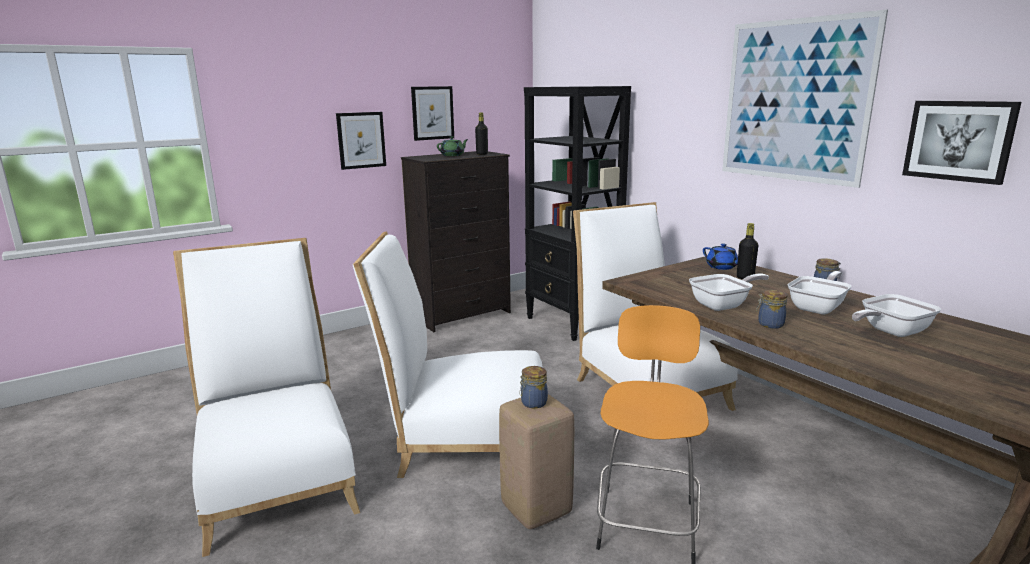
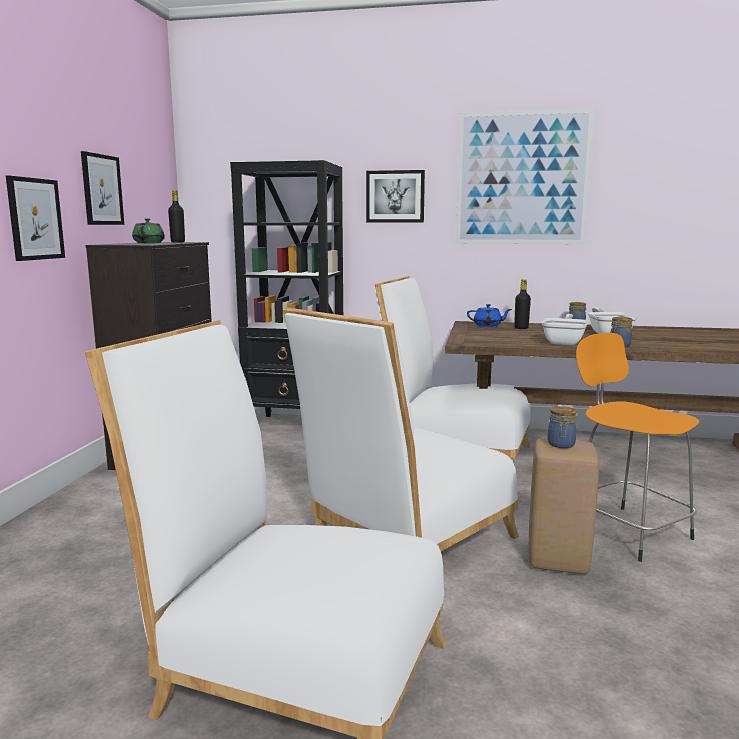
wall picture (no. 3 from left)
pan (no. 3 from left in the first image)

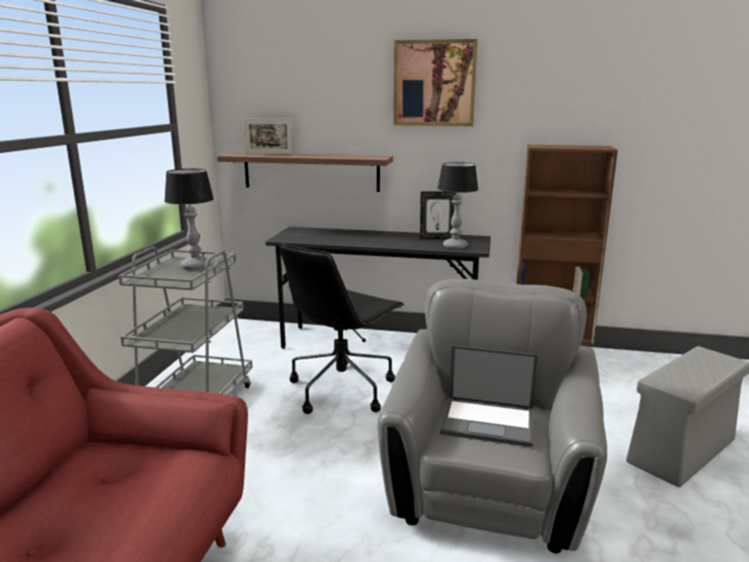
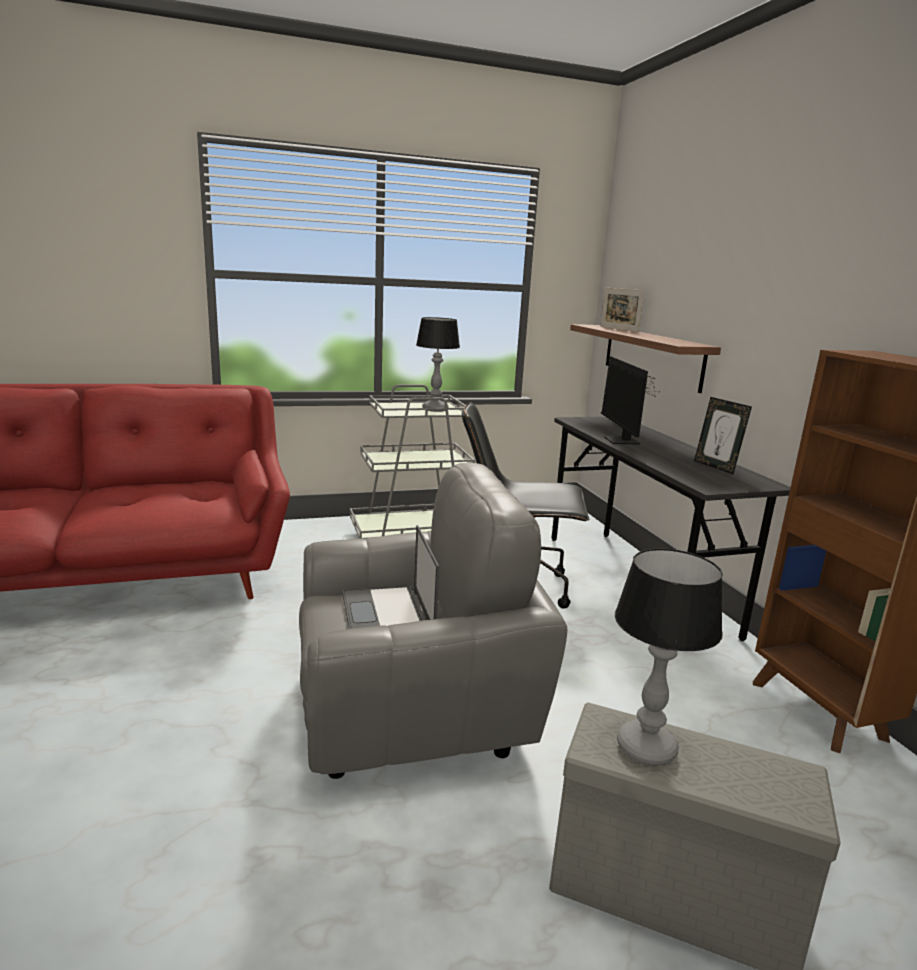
computer display
table lamp (no. 2 from left)
wall picture

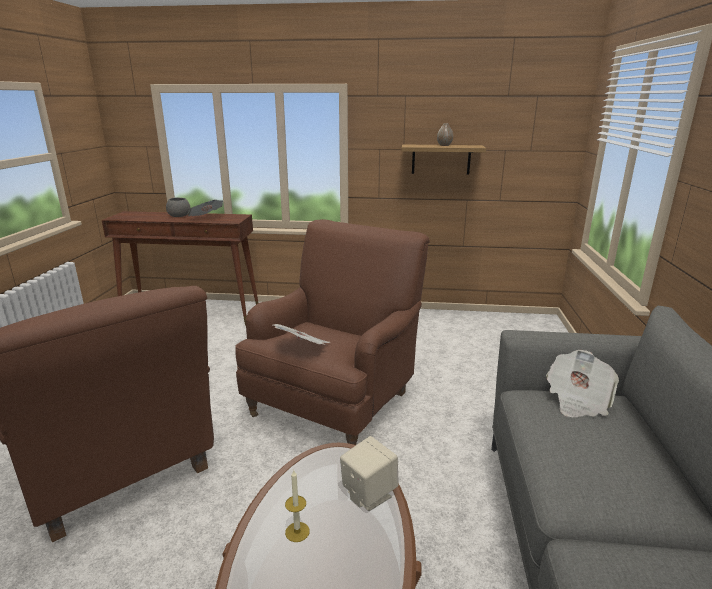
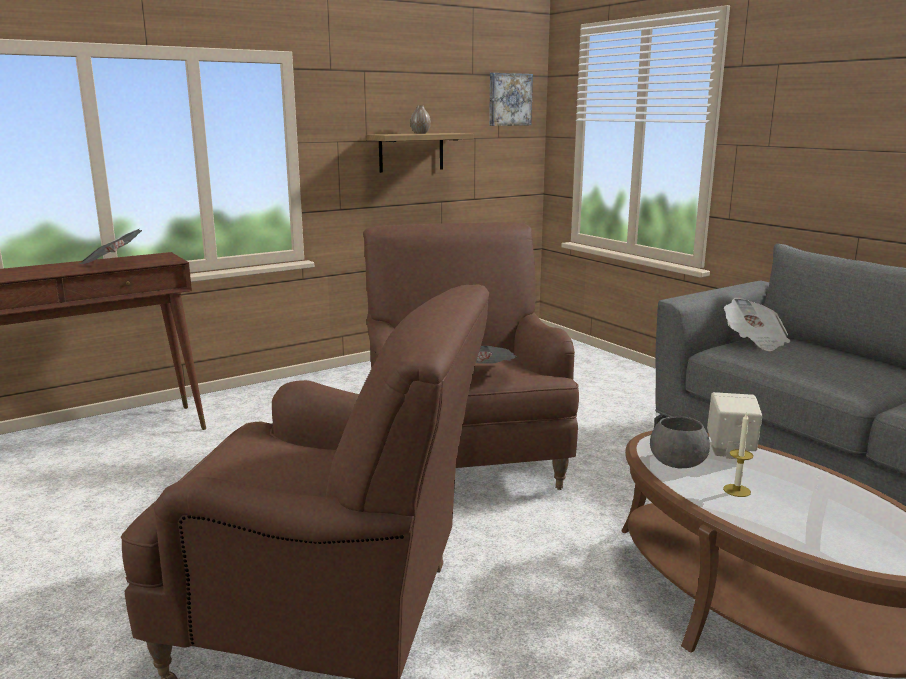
wall picture
greyish serving bowl

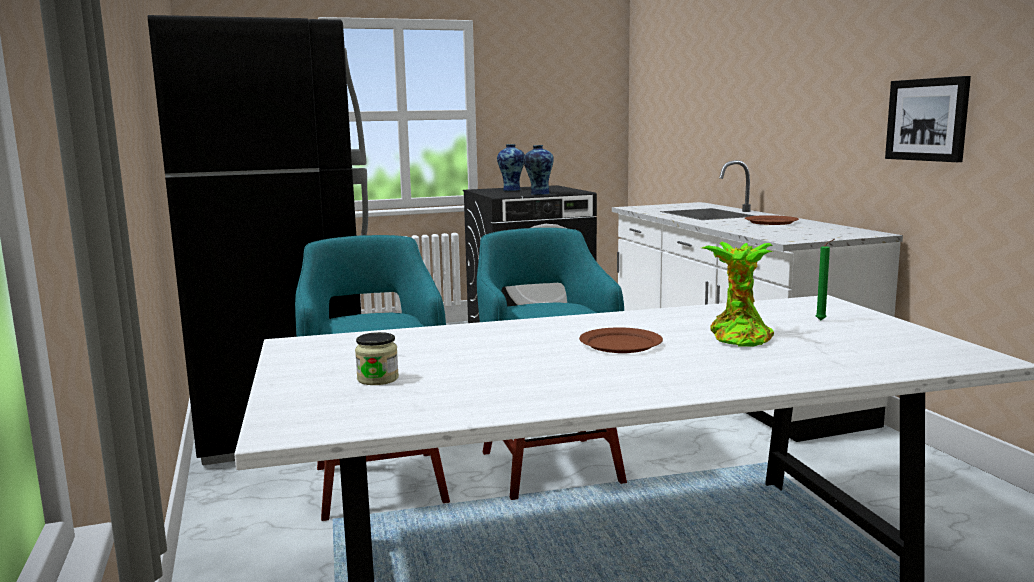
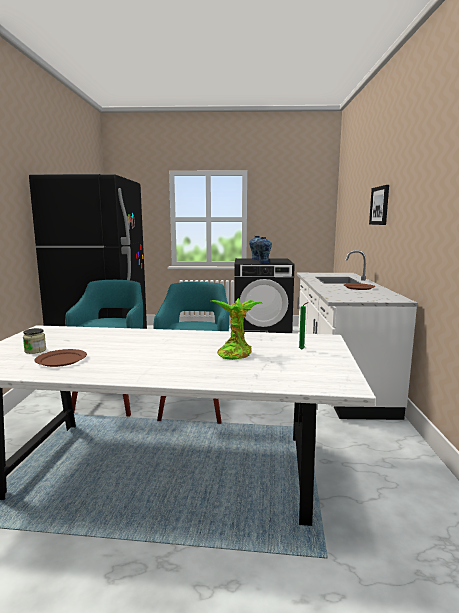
brown-coloured plate (no. 1 from left)
wall picture

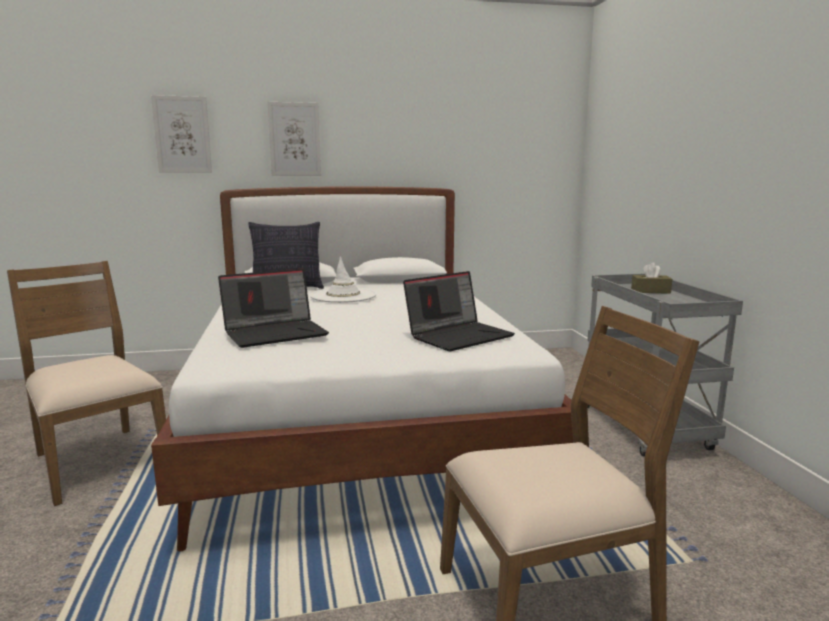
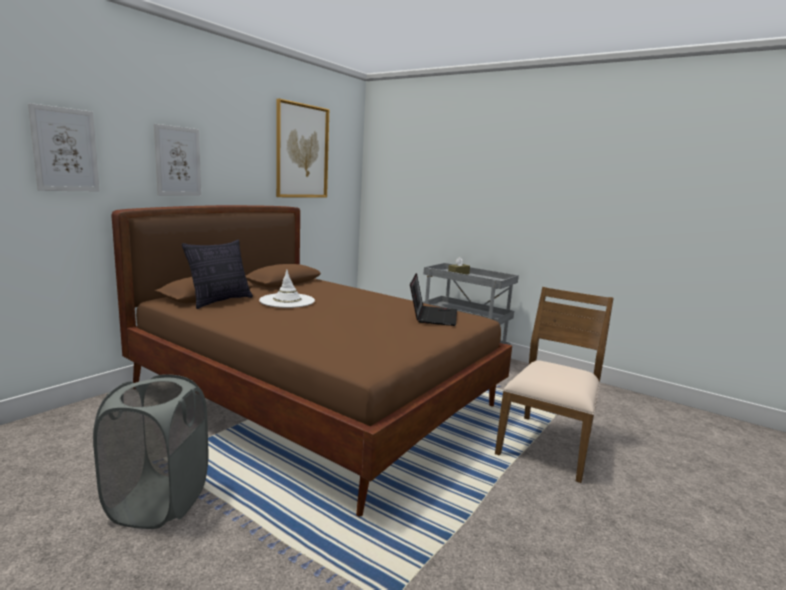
greyish hamper
brown-coloured bedroom bed
wall picture (no. 3 from left)
portable computer (no. 1 from left in the first image)

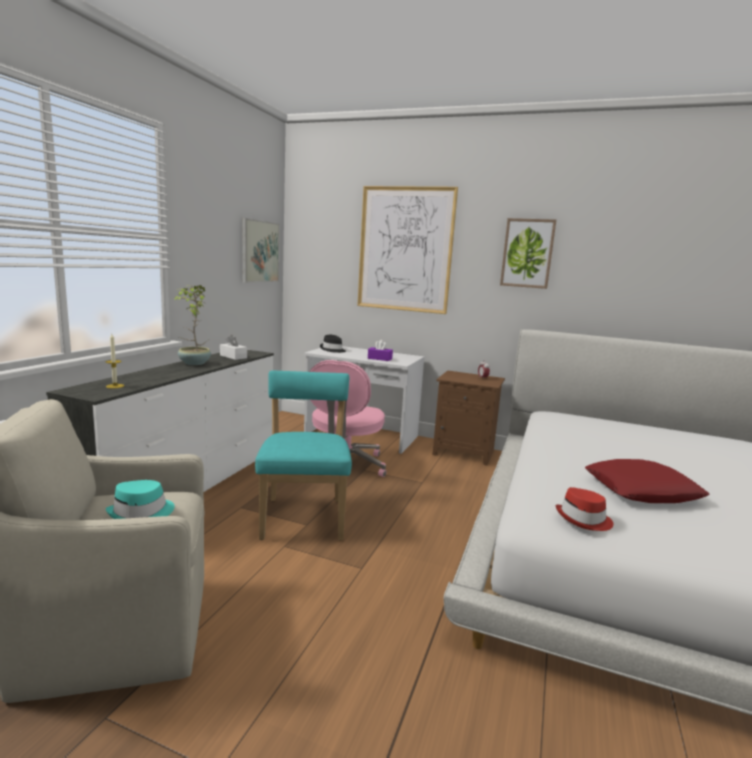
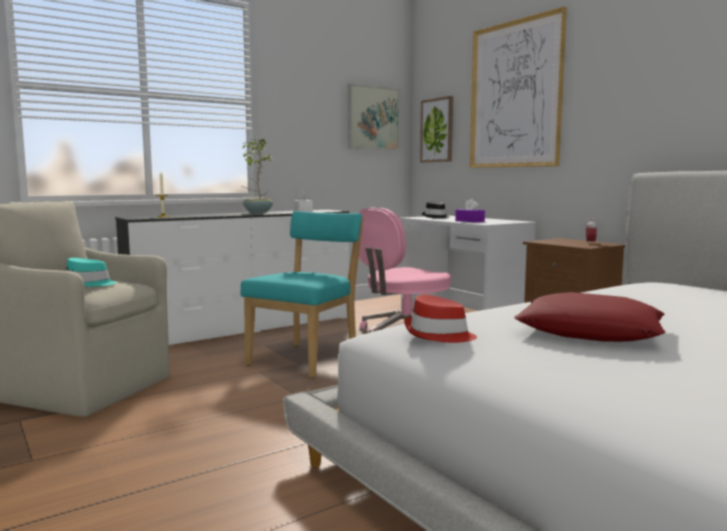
wall picture (no. 2 from left)

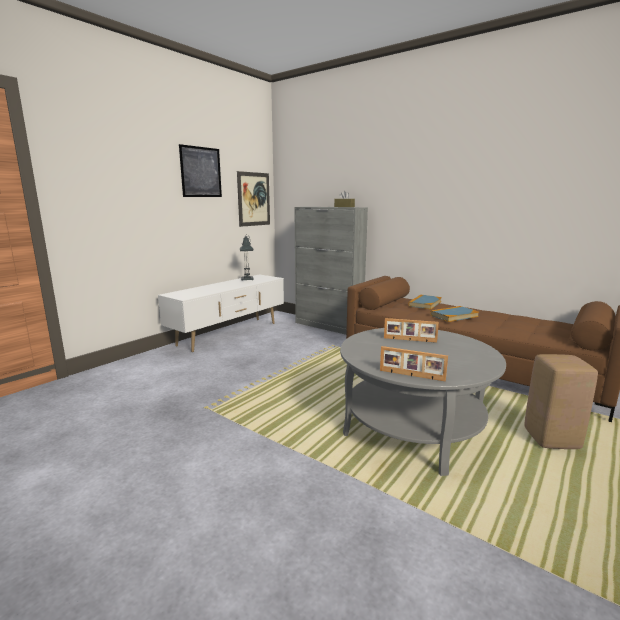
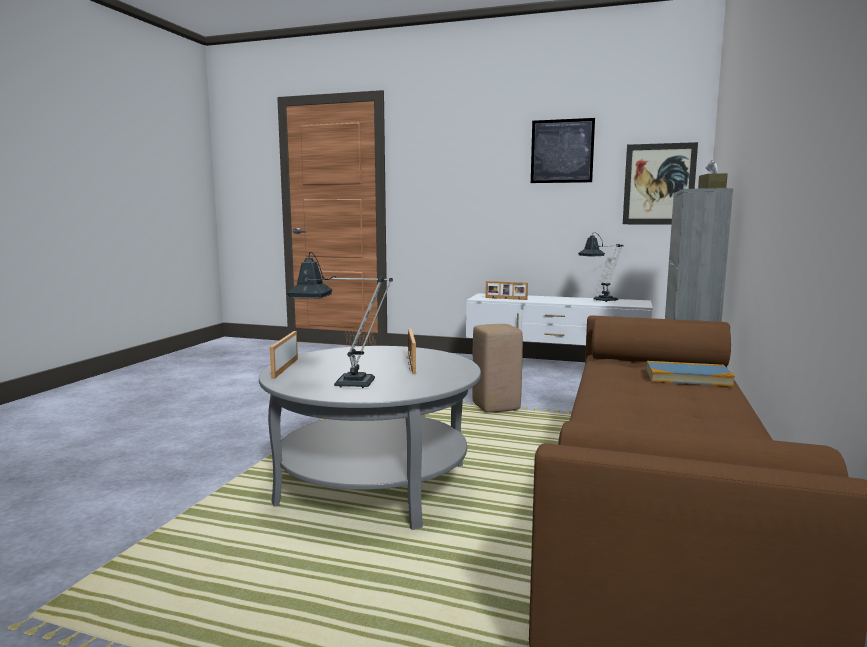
table lamp (no. 1 from left)
sand-coloured stool seat
photo frame (no. 3 from left)
bound book (no. 2 from left in the first image)

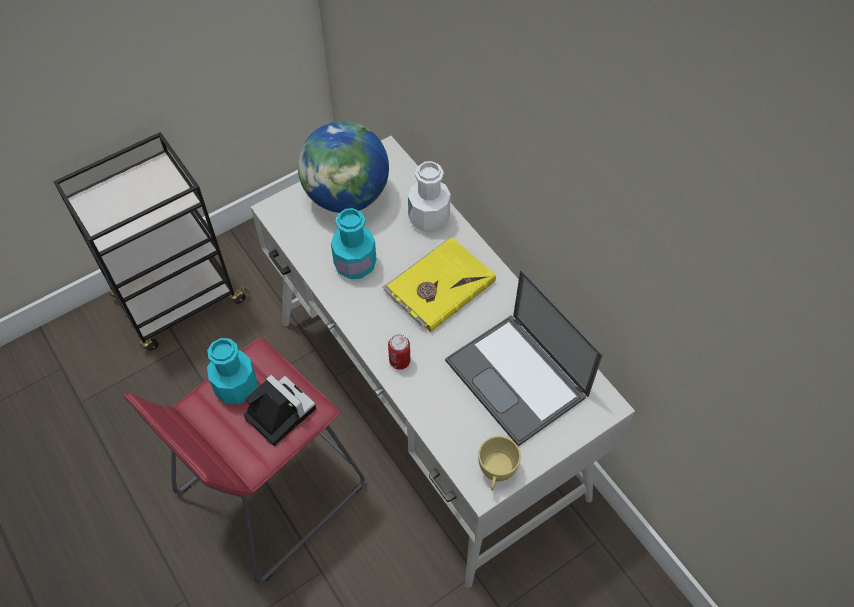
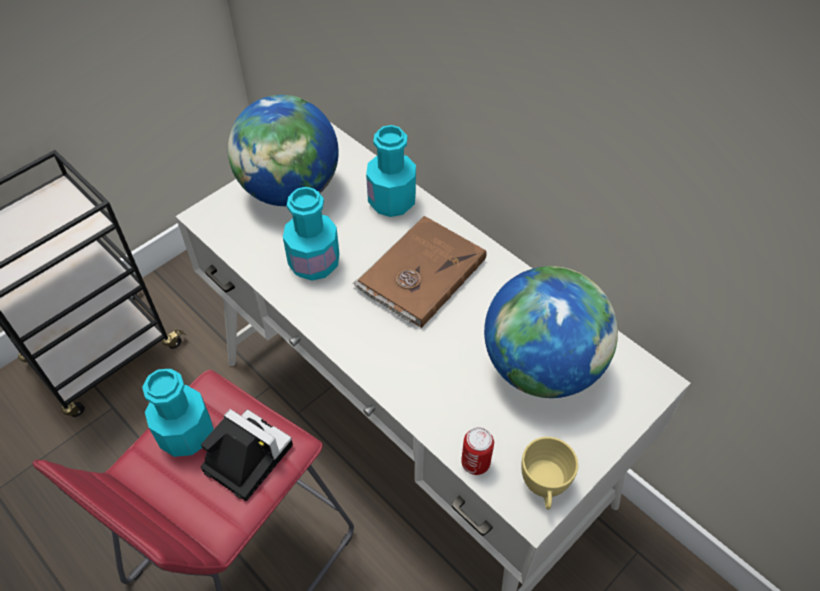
brown-coloured bound book
turquoise-coloured beverage bottle (no. 3 from left)
metal can
desk globe (no. 2 from left)

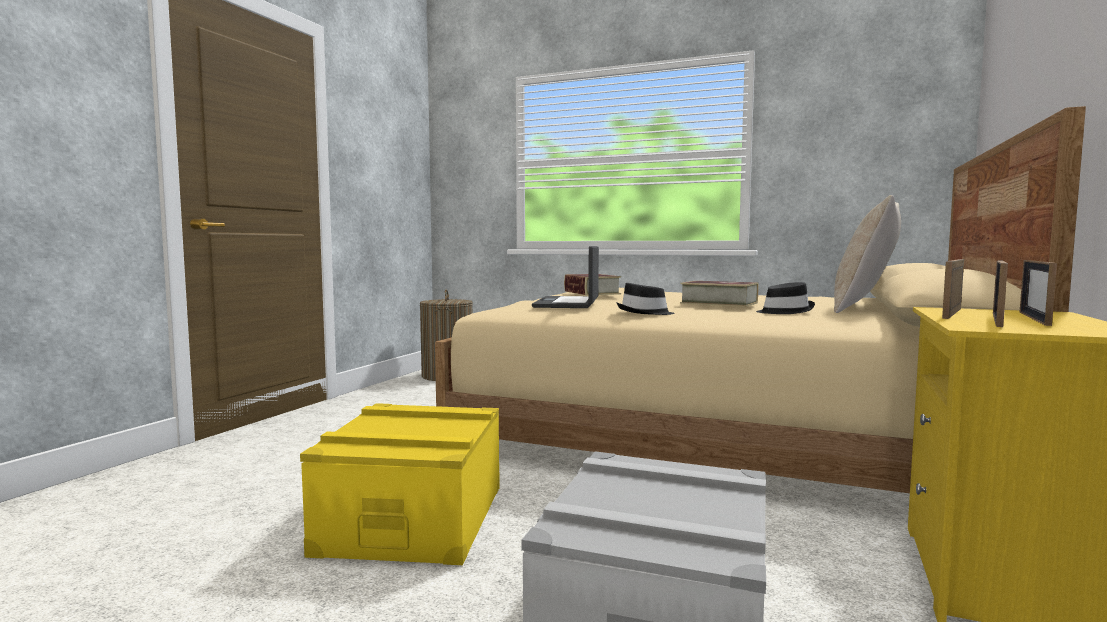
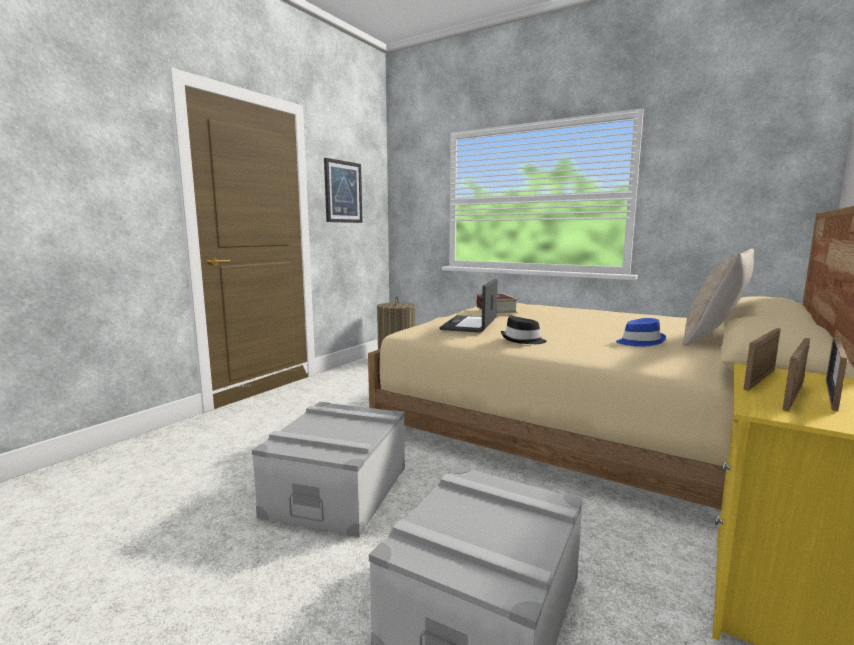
greyish storage bin (no. 1 from left)
wall picture
blue clothing hat
bound book (no. 2 from left in the first image)

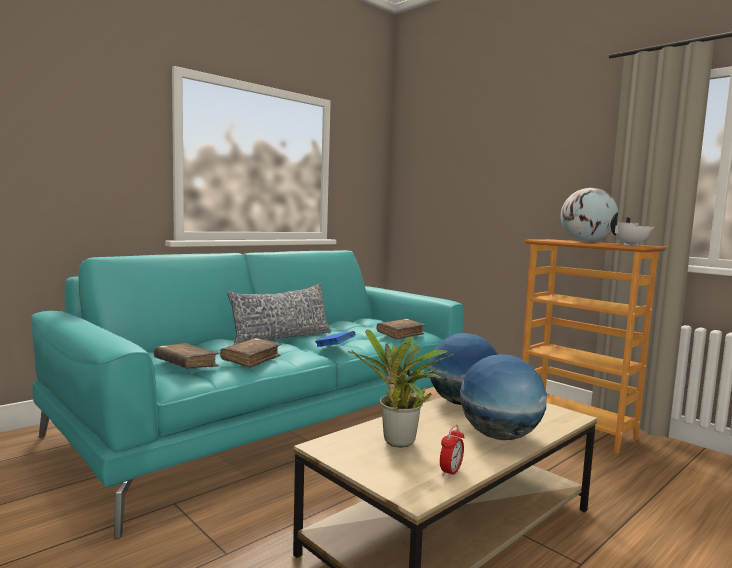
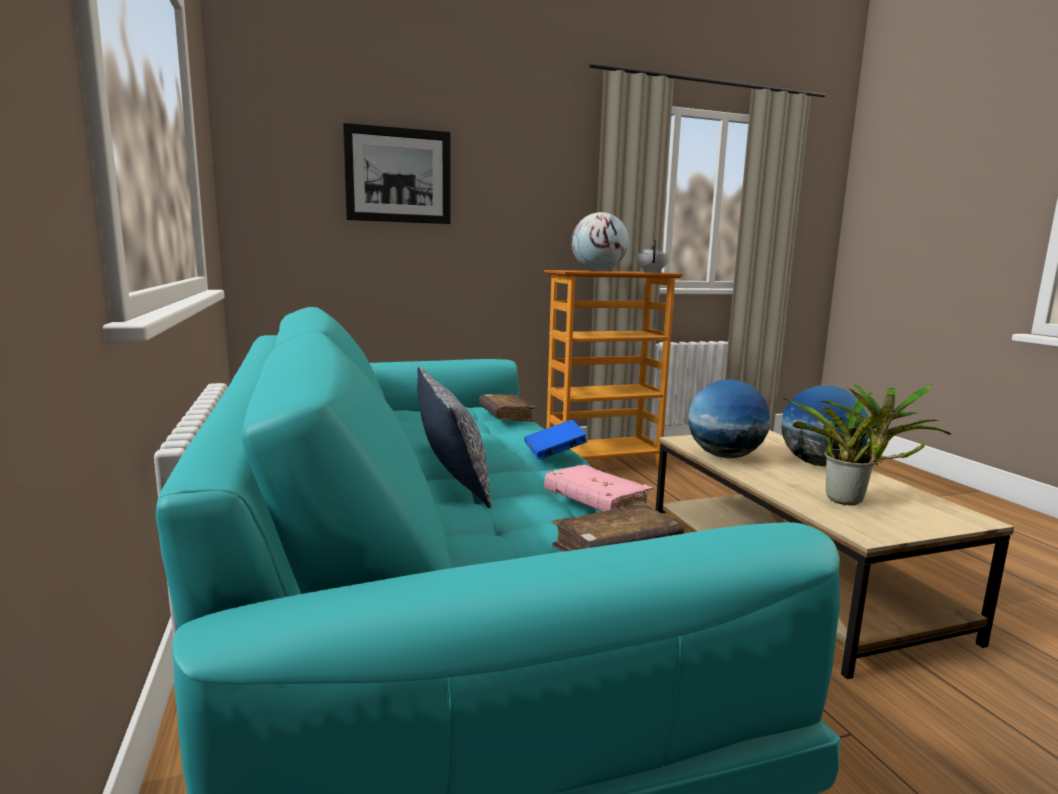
wall picture
pink bound book
alarm clock

